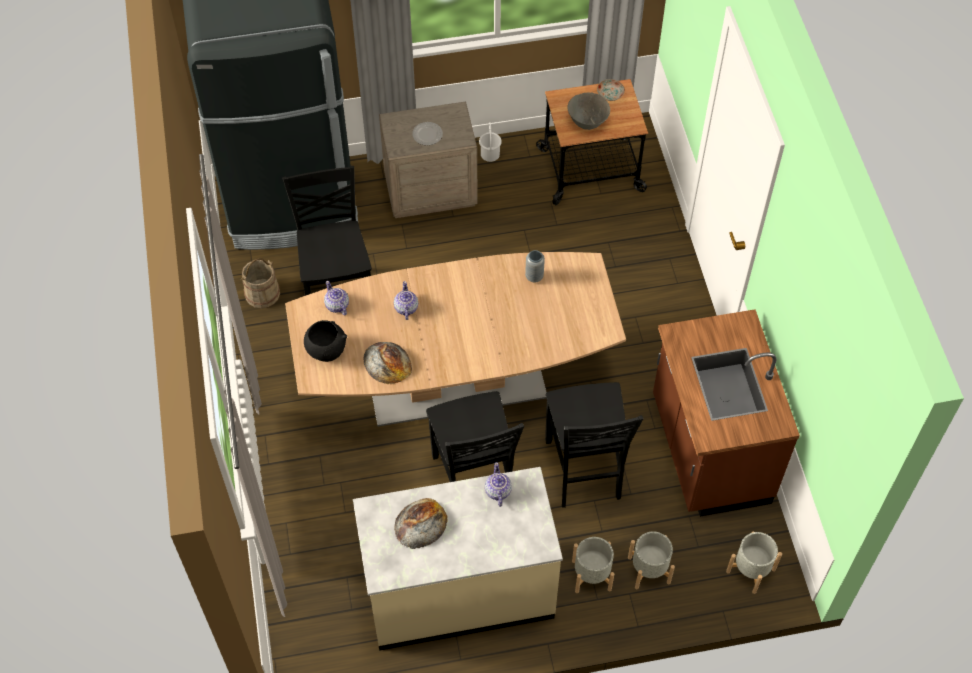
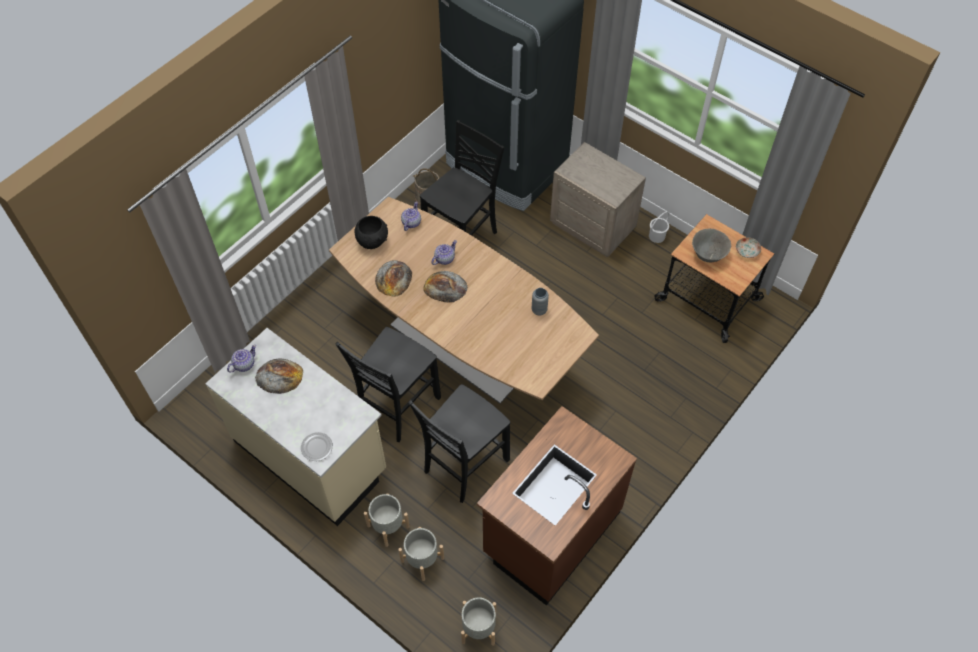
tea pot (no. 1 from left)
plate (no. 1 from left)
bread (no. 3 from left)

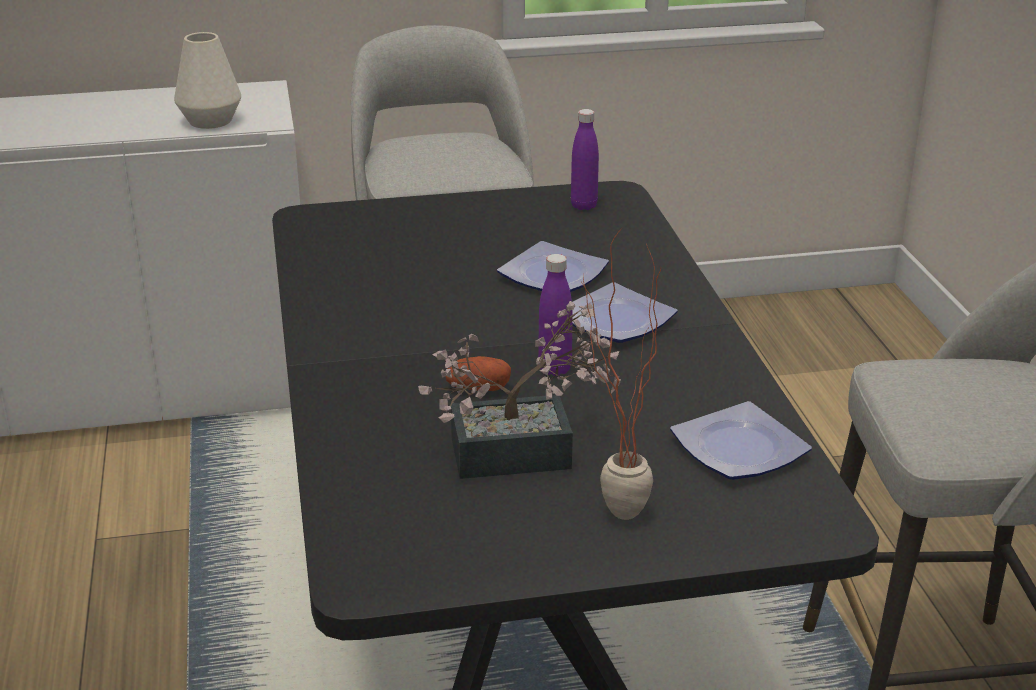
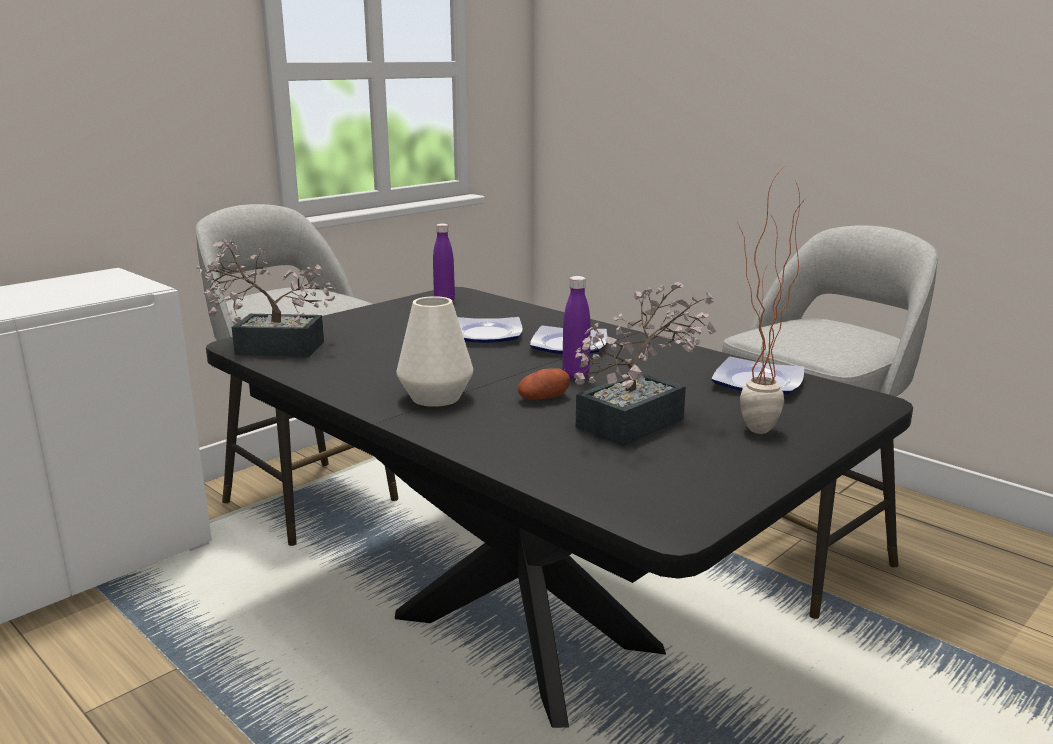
houseplant (no. 1 from left)
white decorative vase

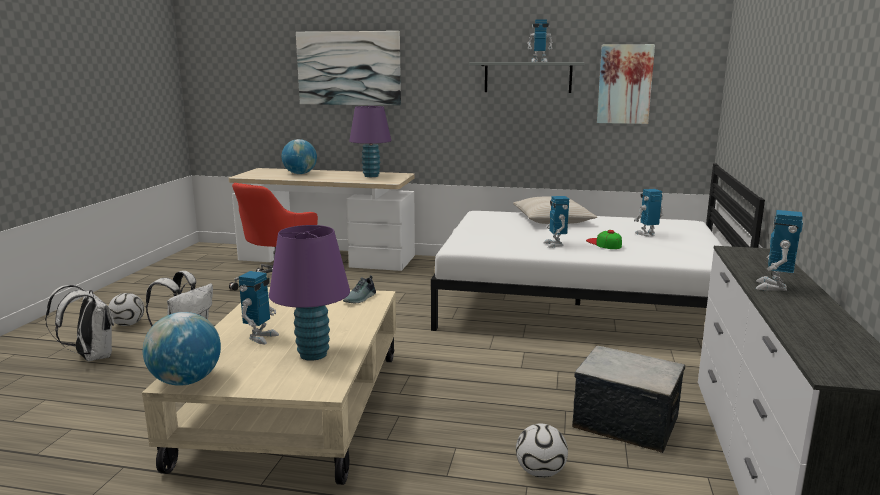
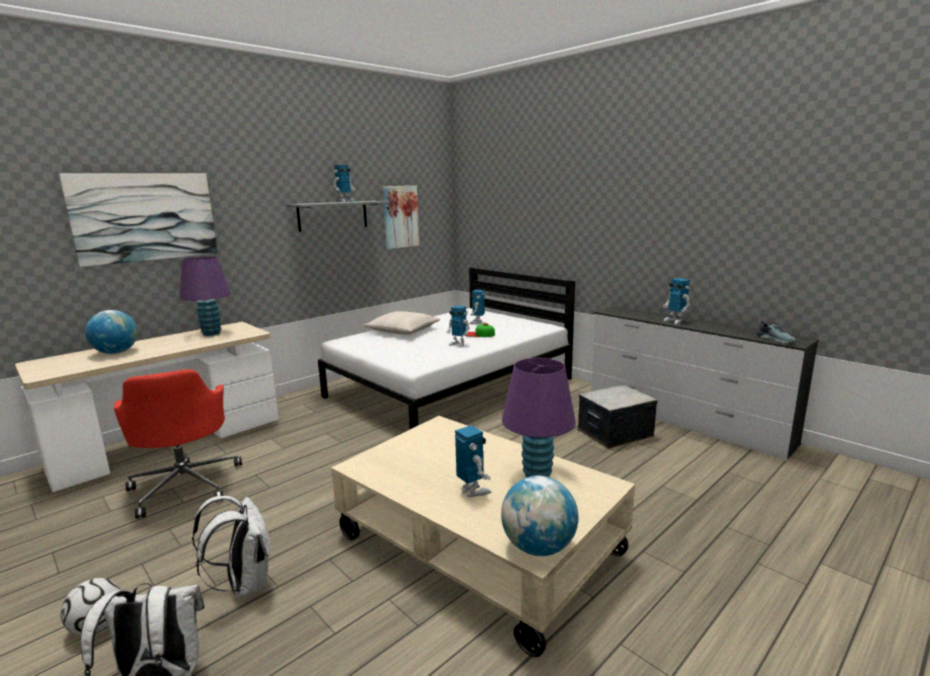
item of footwear
football ball (no. 2 from left in the first image)

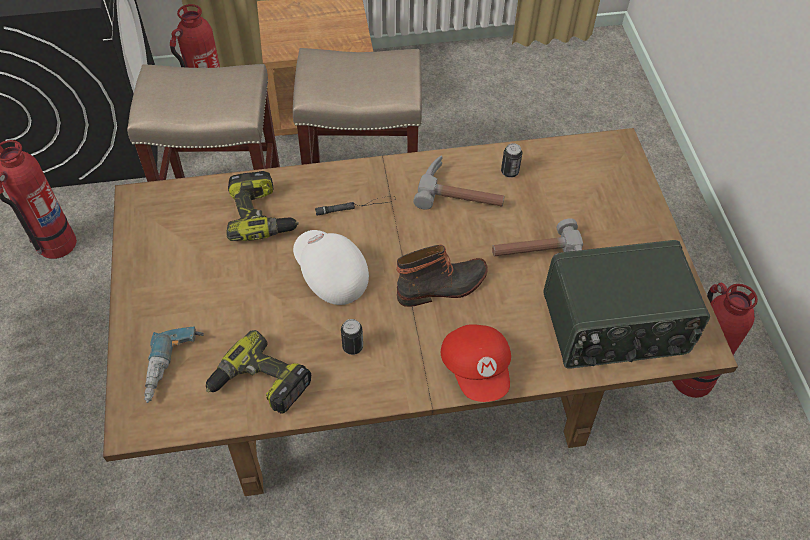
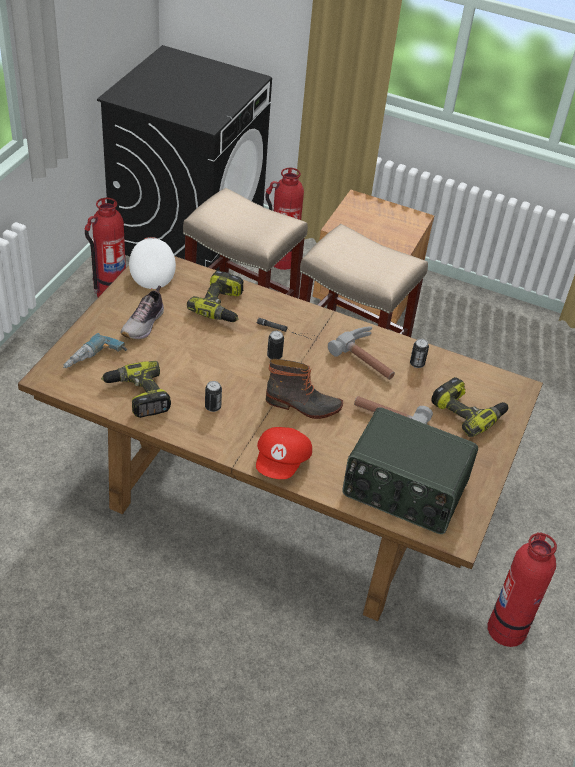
item of footwear
white cap
metal can (no. 2 from left)
drill (no. 4 from left)

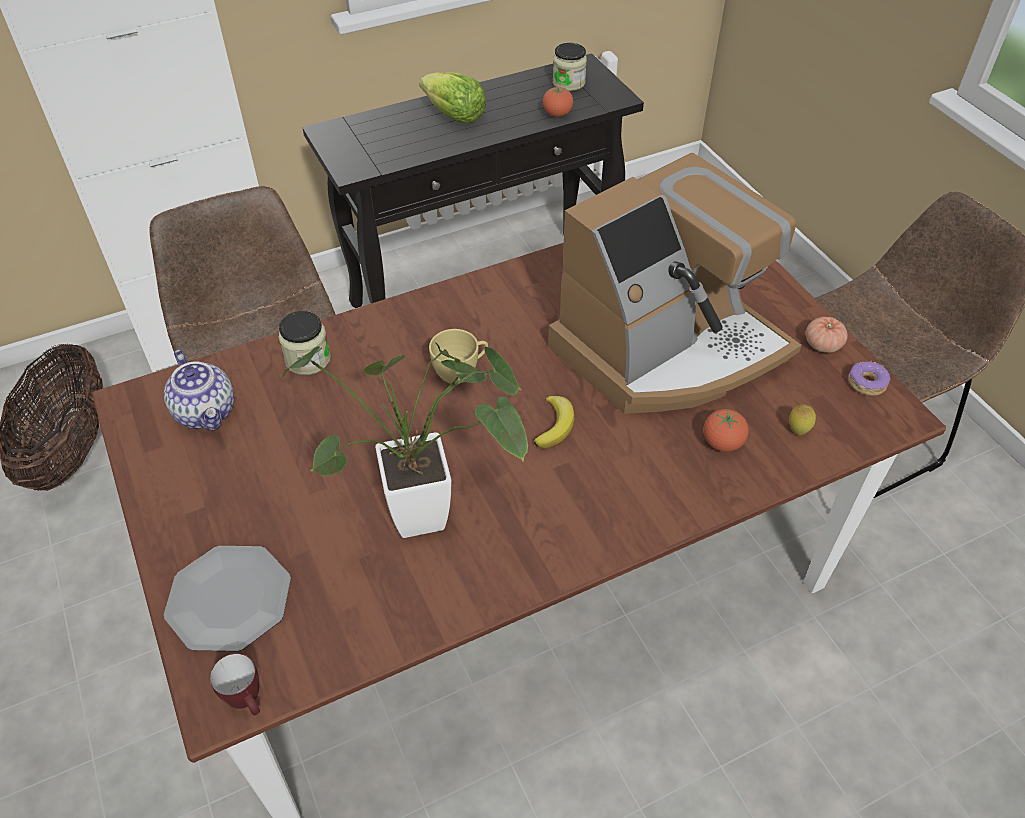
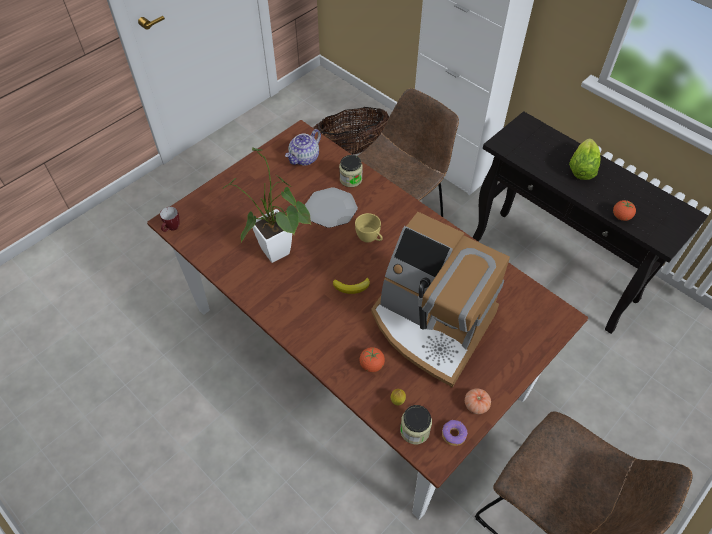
plate
storage jar (no. 2 from left)

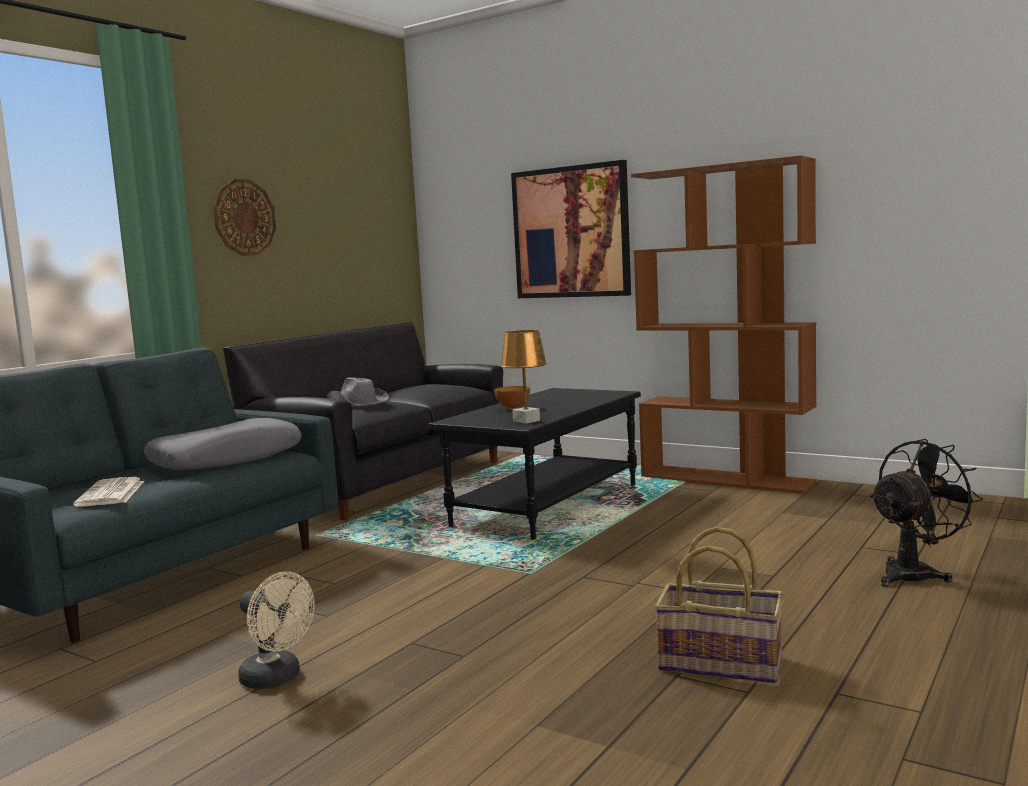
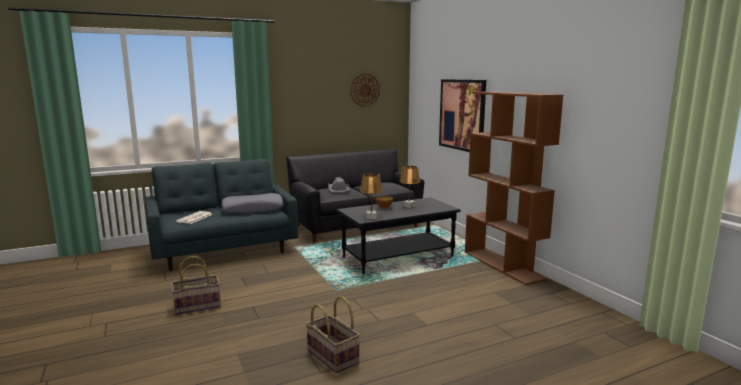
household basket (no. 1 from left)
wall clock
brown-coloured table lamp (no. 2 from left)
black cooling fan

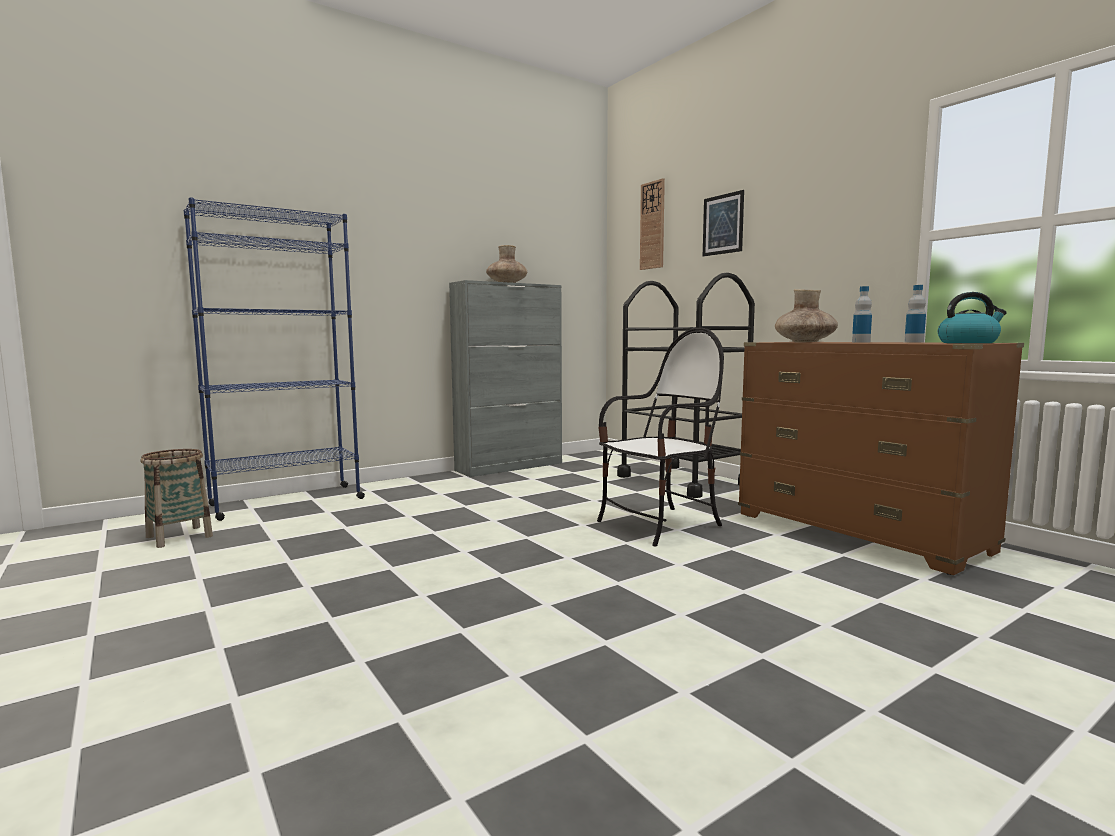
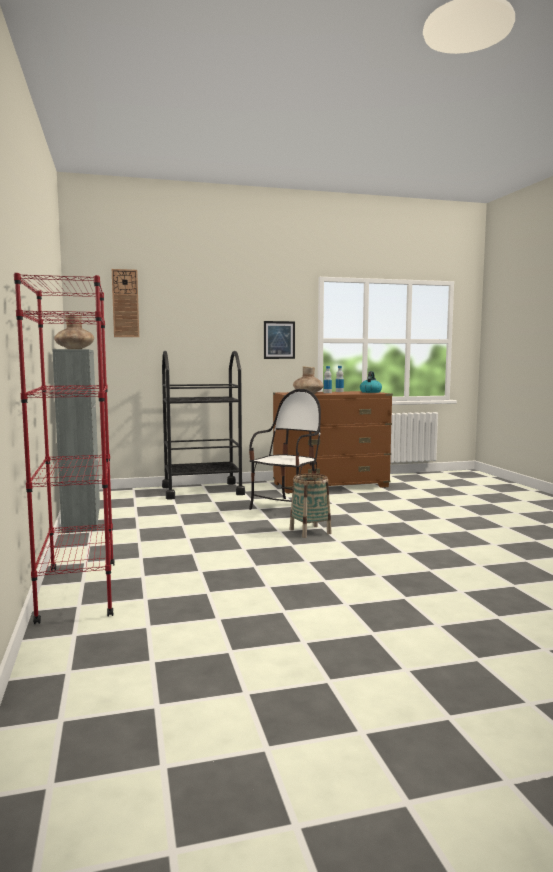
reddish bookshelf
chair
wall picture
household basket

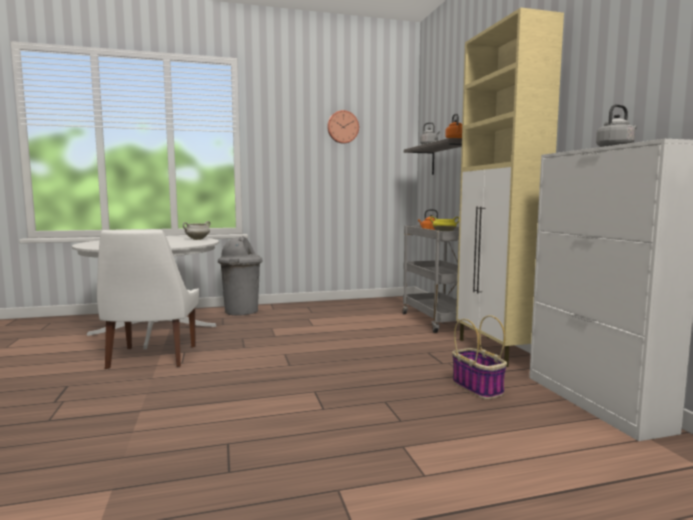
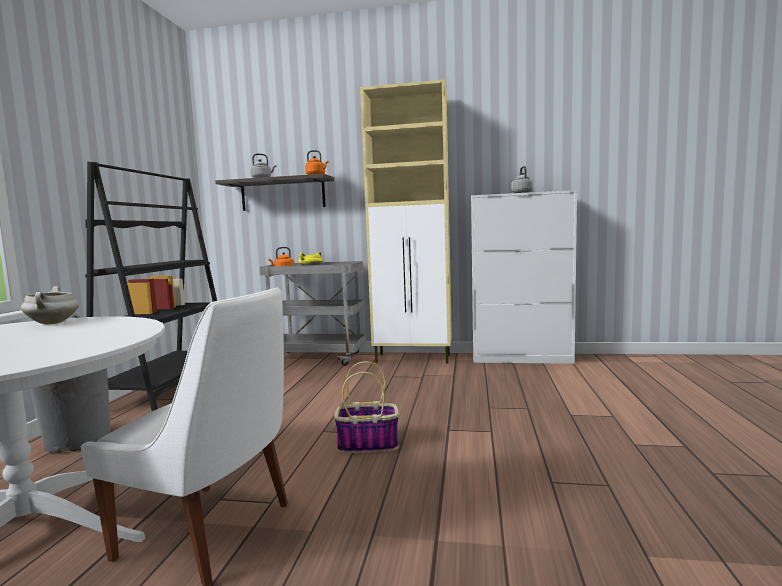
black bookshelf
household basket
wall clock

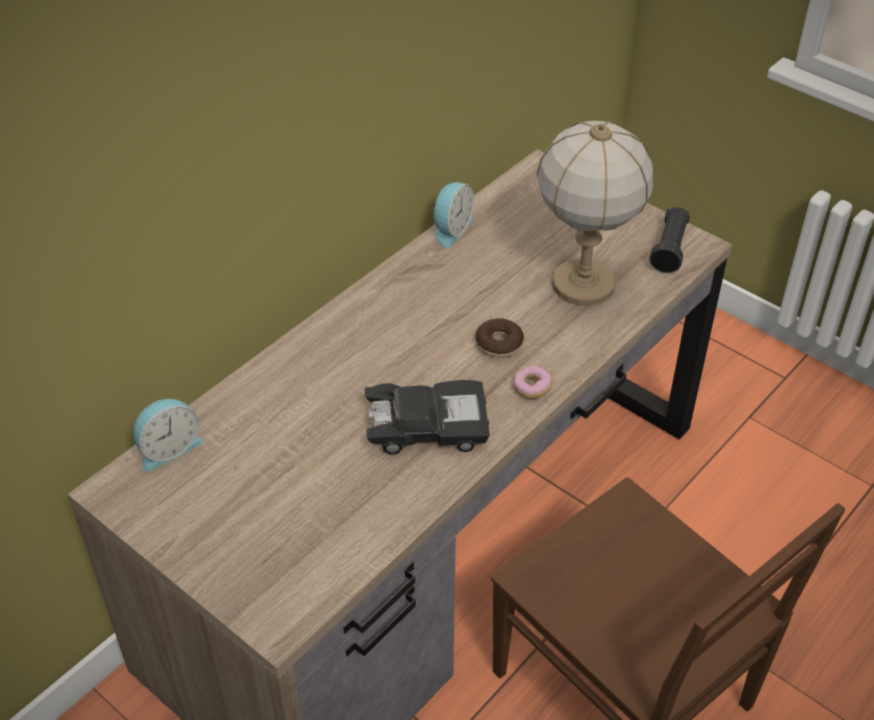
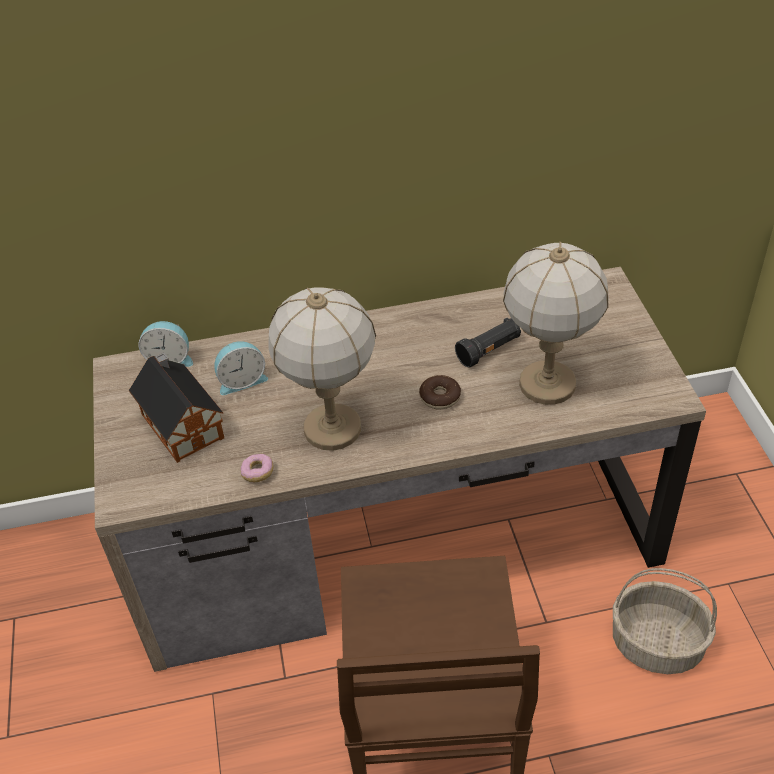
model house
alarm clock (no. 2 from left)
doughnut (no. 1 from left)
table lamp (no. 1 from left)
black flashlight
household basket

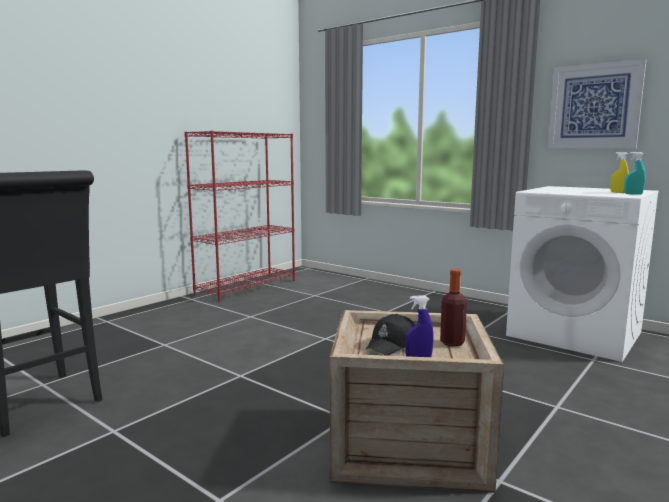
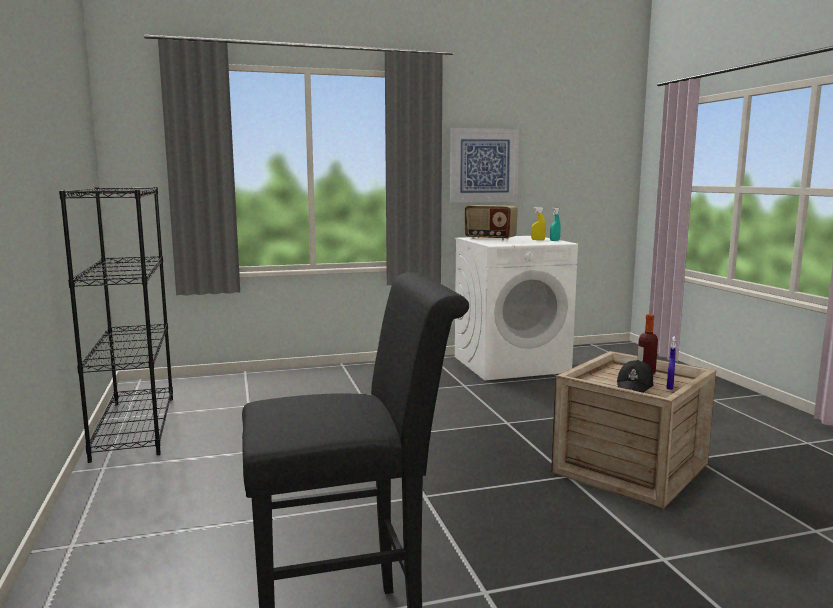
black bookshelf
radio
black cap

